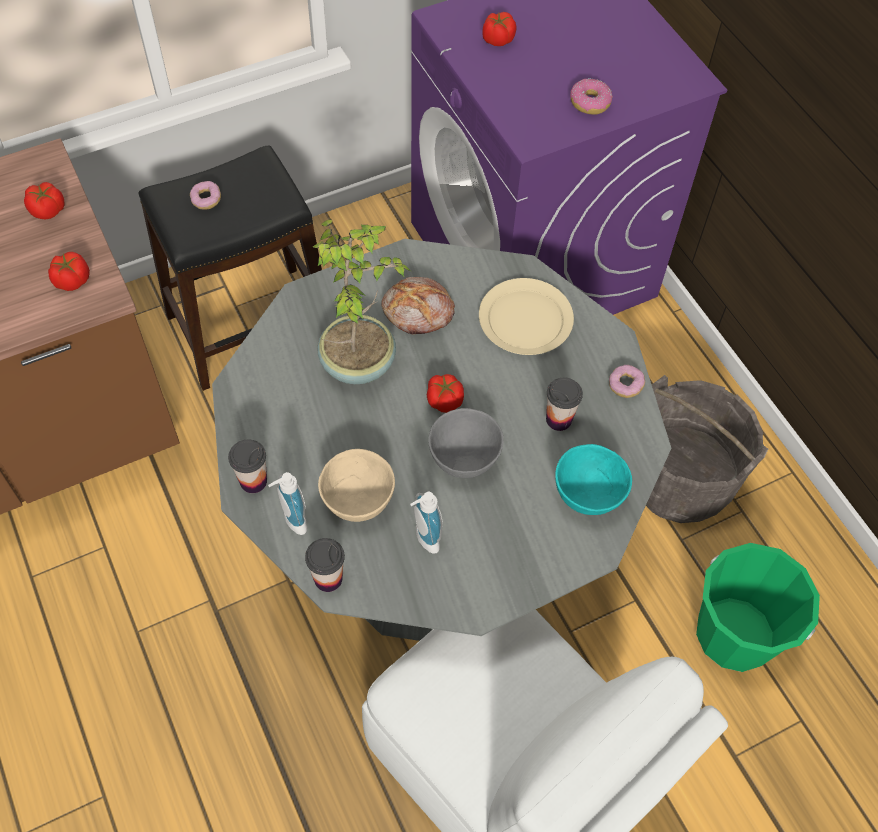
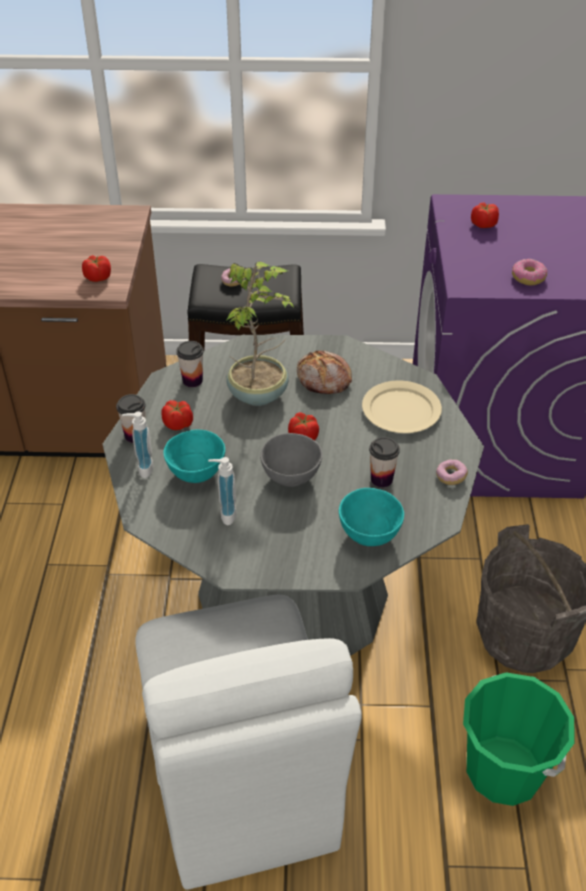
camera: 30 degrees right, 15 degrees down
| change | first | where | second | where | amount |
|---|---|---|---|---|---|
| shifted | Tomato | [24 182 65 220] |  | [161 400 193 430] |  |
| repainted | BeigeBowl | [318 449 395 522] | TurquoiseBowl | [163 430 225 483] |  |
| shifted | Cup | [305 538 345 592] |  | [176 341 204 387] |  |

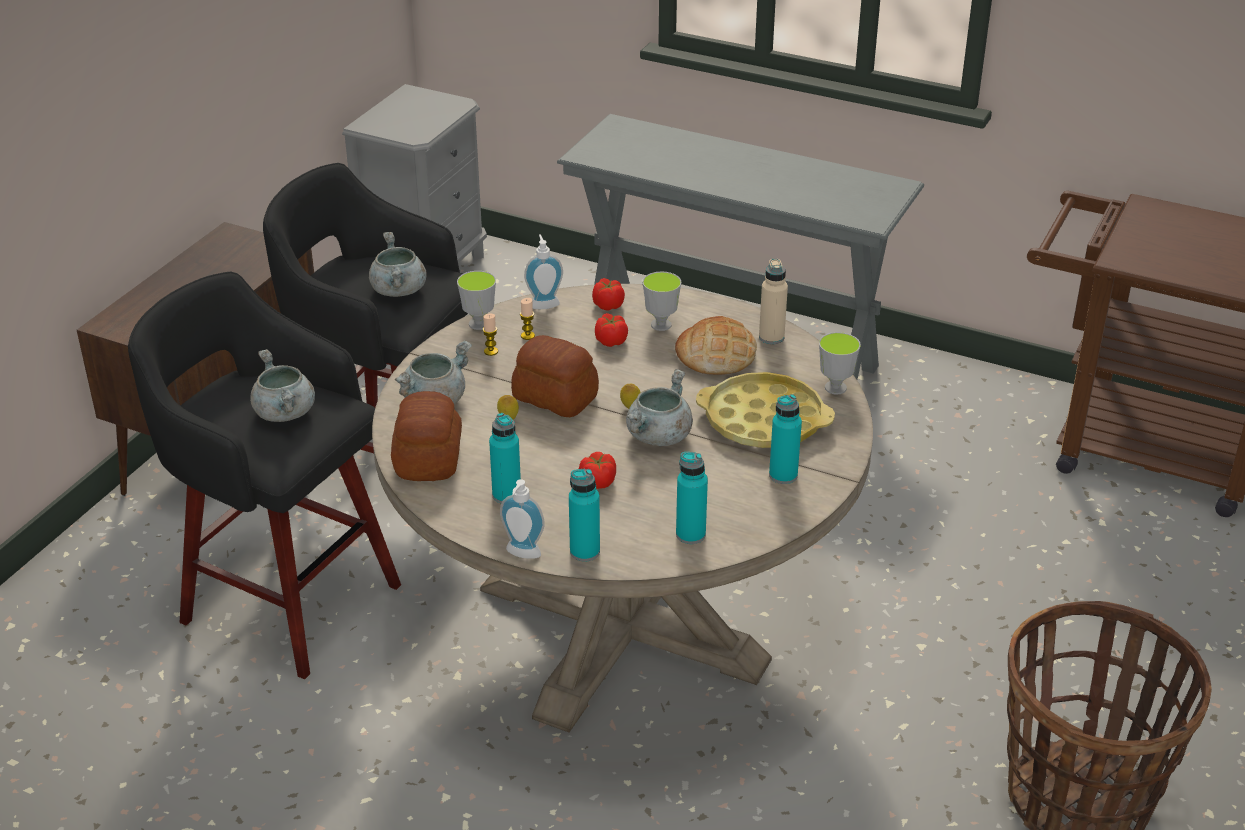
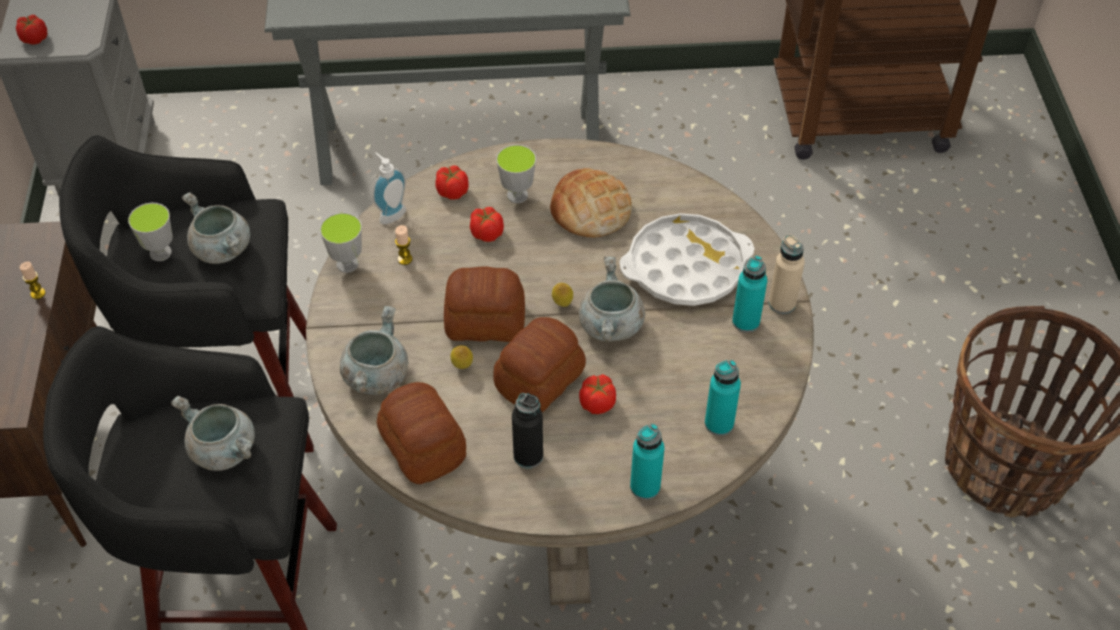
camera: 30 degrees left, 15 degrees up
| change | first | where | second | where | amount |
|---|---|---|---|---|---|
| shifted | BeigeBottle | [759 259 788 344] |  | [769 234 805 314] |  |
| shifted | Candle | [483 313 498 356] |  | [20 262 46 299] |  |
| shifted | Cup | [819 332 860 395] |  | [128 203 173 261] |  |
| repainted | YellowTray | [696 372 835 448] | WhiteTray | [620 213 754 306] |  |
| repainted | TurquoiseBottle | [489 413 521 503] | BlackBottle | [512 393 543 469] |  |
| gone | SoapDispenser | [500 479 545 559] |  |  |  |
| new |  |  | Tomato | [16 15 47 44] |  |
| new |  |  | Bread | [493 317 586 412] |  |

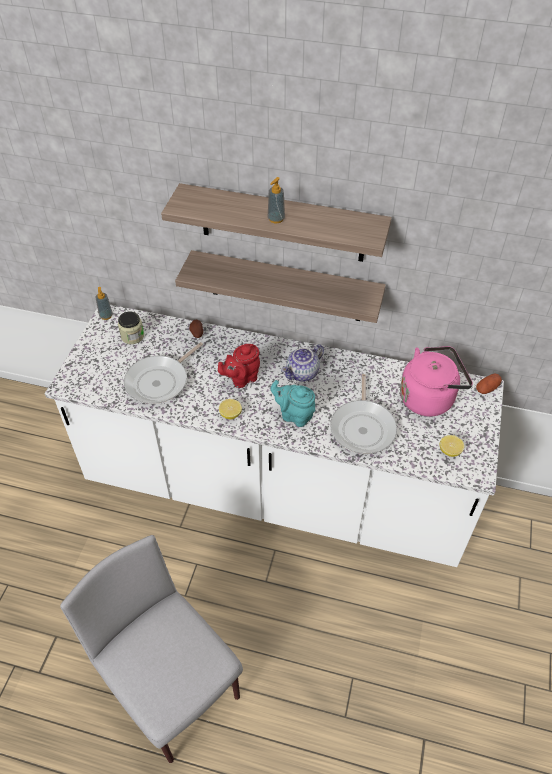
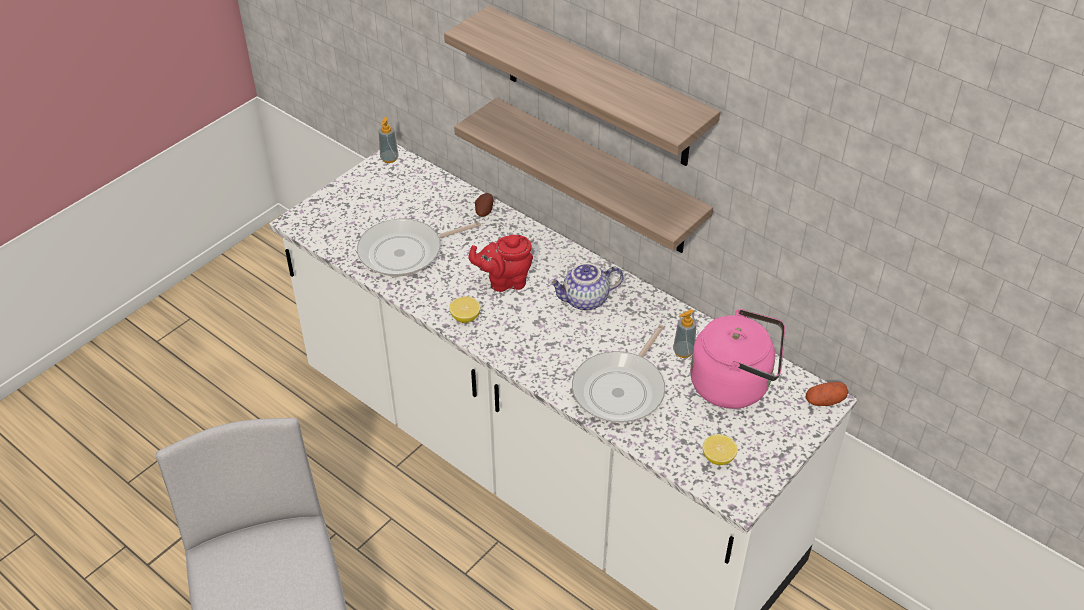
camera: 25 degrees right, 5 degrees down
| change | first | where | second | where | amount |
|---|---|---|---|---|---|
| shifted | SoapDispenser | [268 177 285 223] |  | [673 309 696 358] |  |
| gone | Jar | [118 312 144 344] |  |  |  |
| gone | TurquoiseTeapot | [270 380 316 427] |  |  |  |

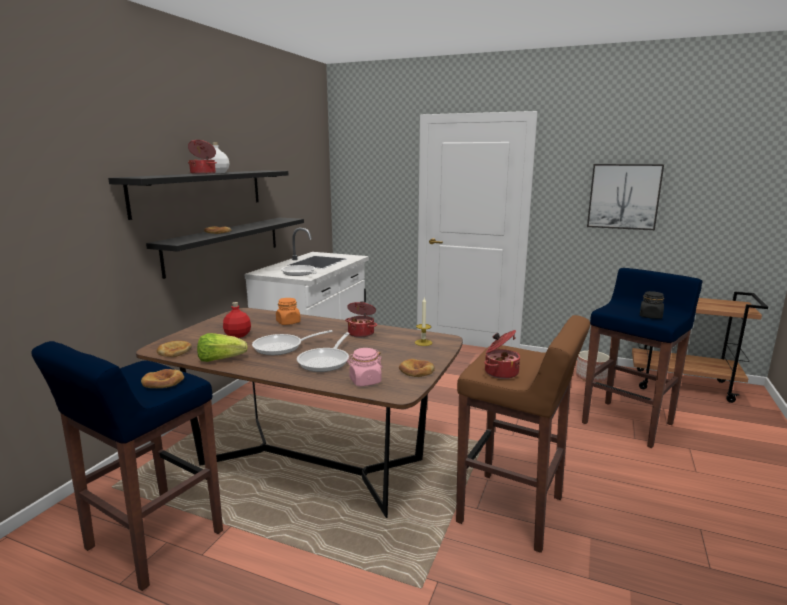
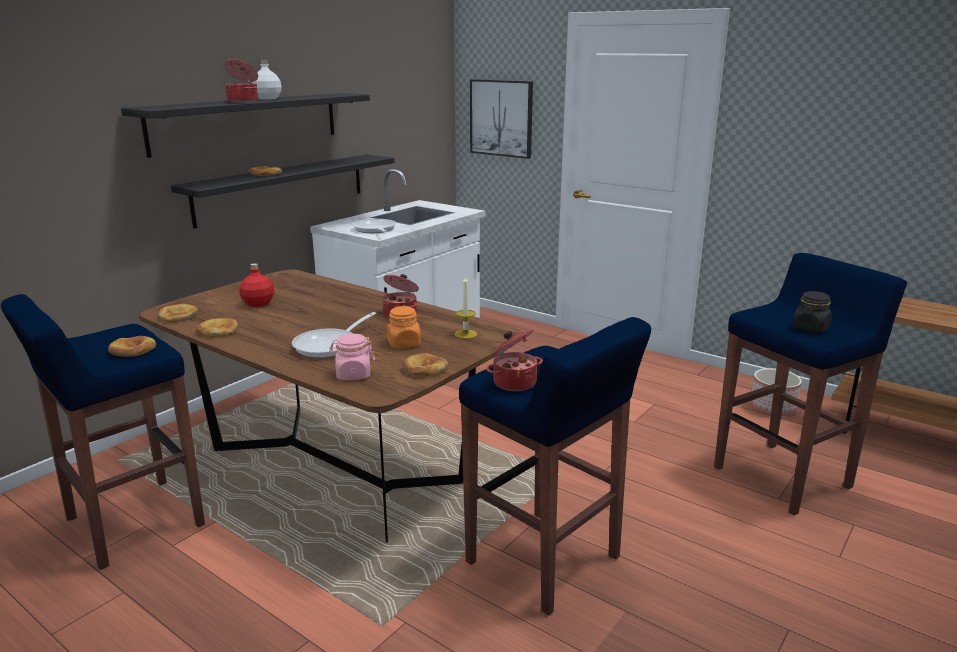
camera: 15 degrees right, 5 degrees up
| change | first | where | second | where | amount |
|---|---|---|---|---|---|
| shifted | Picture | [587 164 664 230] |  | [470 79 533 159] |  |
| shifted | OrangeJar | [276 298 301 325] |  | [387 306 421 348] |  |
| repainted | BrownStool | [456 315 590 553] | BlueStool | [459 317 651 616] |  |
| gone | FryingPan | [252 330 333 355] |  |  |  |
| swapped | Lettuce | [197 333 248 362] | Bread | [196 318 238 337] |  |

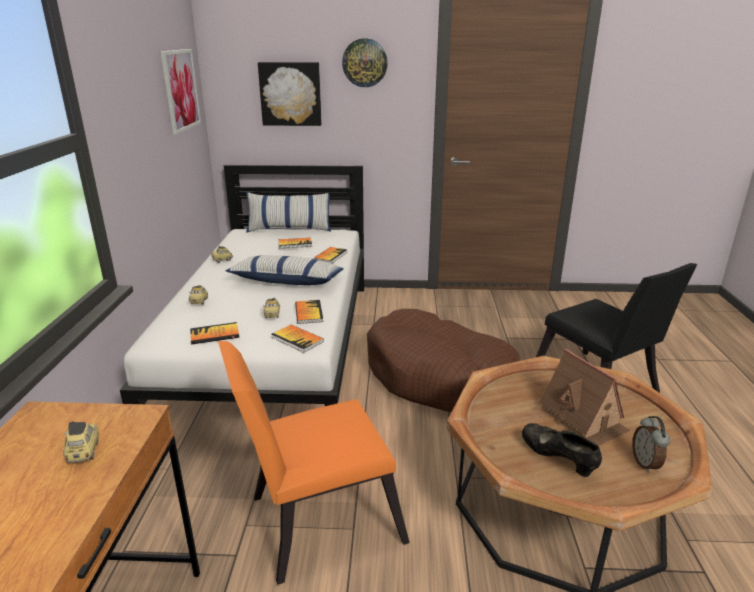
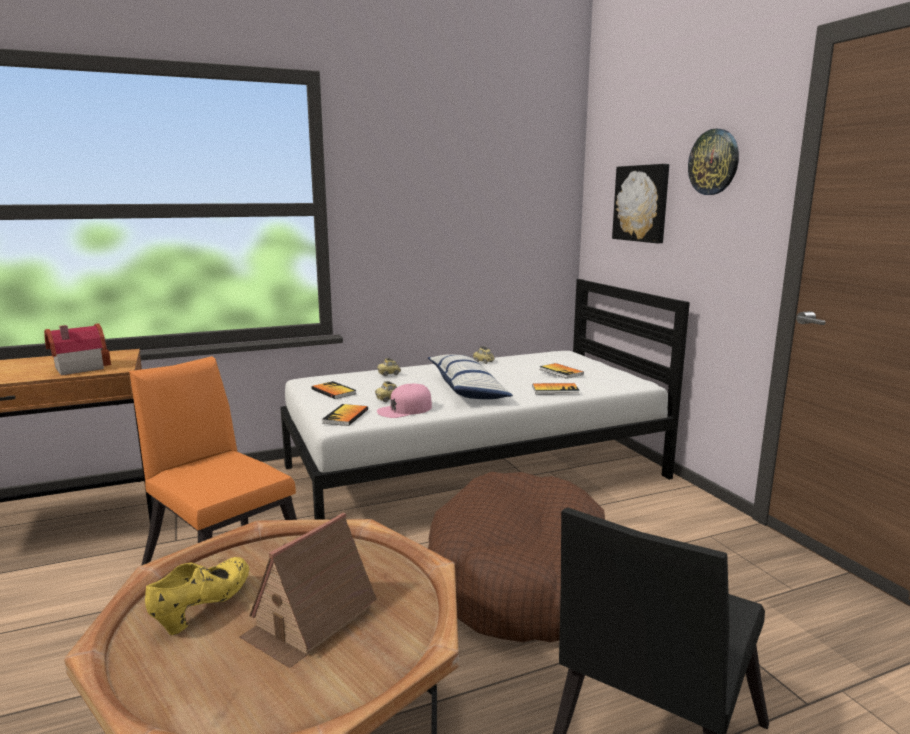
camera: 65 degrees right, 10 degrees down
| change | first | where | second | where | amount |
|---|---|---|---|---|---|
| gone | Picture | [160 49 201 134] |  |  |  |
| gone | Pillow | [246 192 331 233] |  |  |  |
| swapped | Book | [295 300 323 324] | PinkCap | [377 384 432 418] |  |
| gone | AlarmClock | [632 416 670 473] |  |  |  |
| swapped | ToyCar | [63 422 99 463] | ToyHouse | [44 323 111 376] |  |
| repainted | BlackShoe | [522 423 602 477] | YellowShoe | [145 557 249 635] |  |

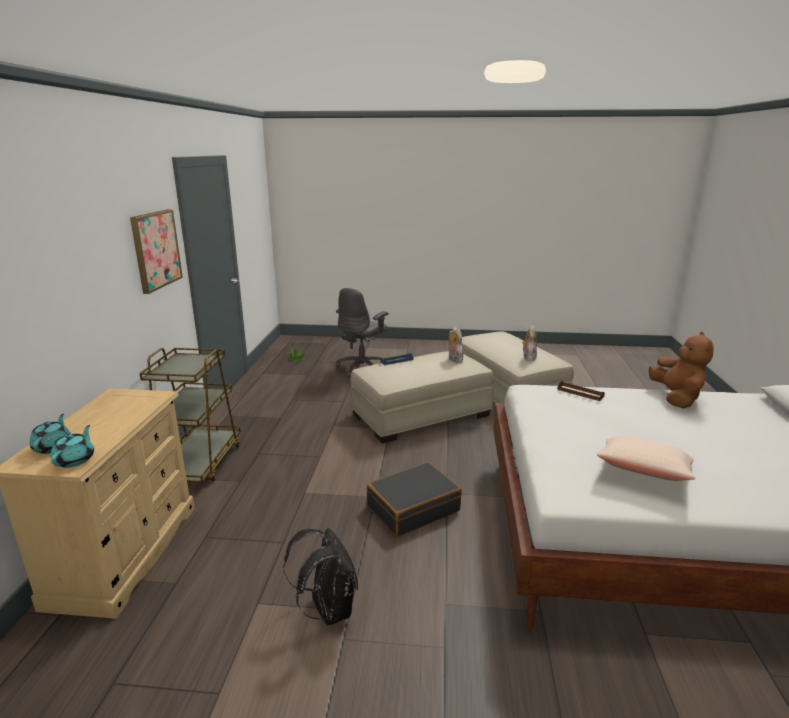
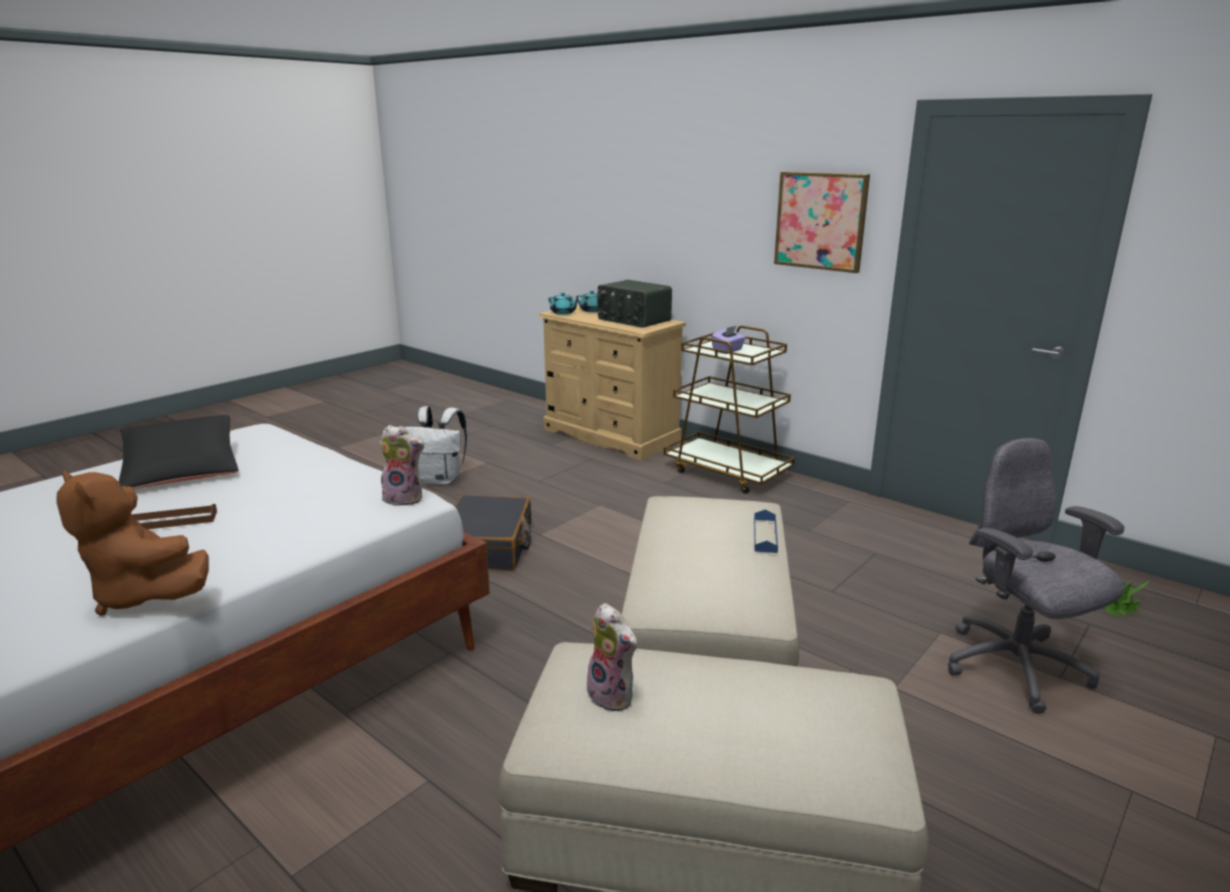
camera: 125 degrees right, 0 degrees up
| change | first | where | second | where | amount |
|---|---|---|---|---|---|
| shifted | PlushToy | [449 327 463 363] |  | [380 425 424 506] |  |
| shifted | BrownTray | [557 381 605 401] |  | [131 504 217 529] |  |
| repainted | BeigePillow | [597 436 695 481] | BlackPillow | [119 415 239 489] |  |
| repainted | BlackBackpack | [283 528 358 626] | WhiteBackpack | [404 406 467 485] |  |
| new |  |  | Radio | [597 280 672 328] |  |
| new |  |  | PurpleTissueBox | [711 325 746 354] |  |

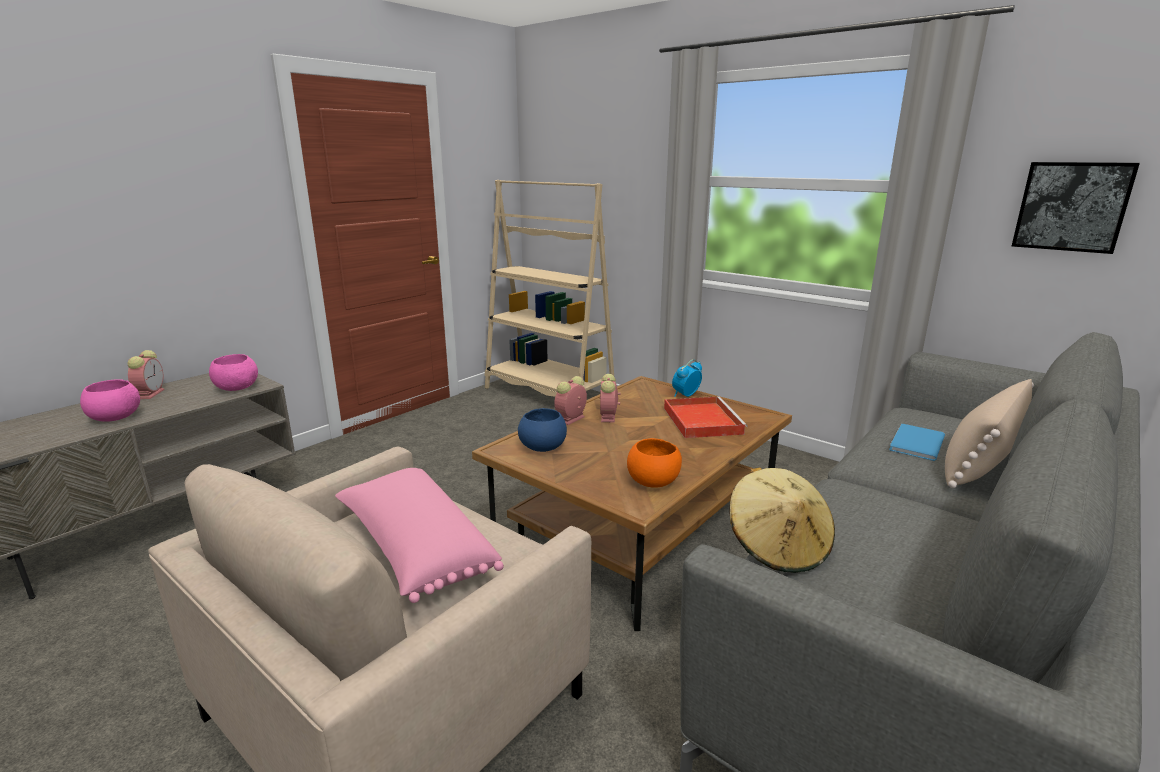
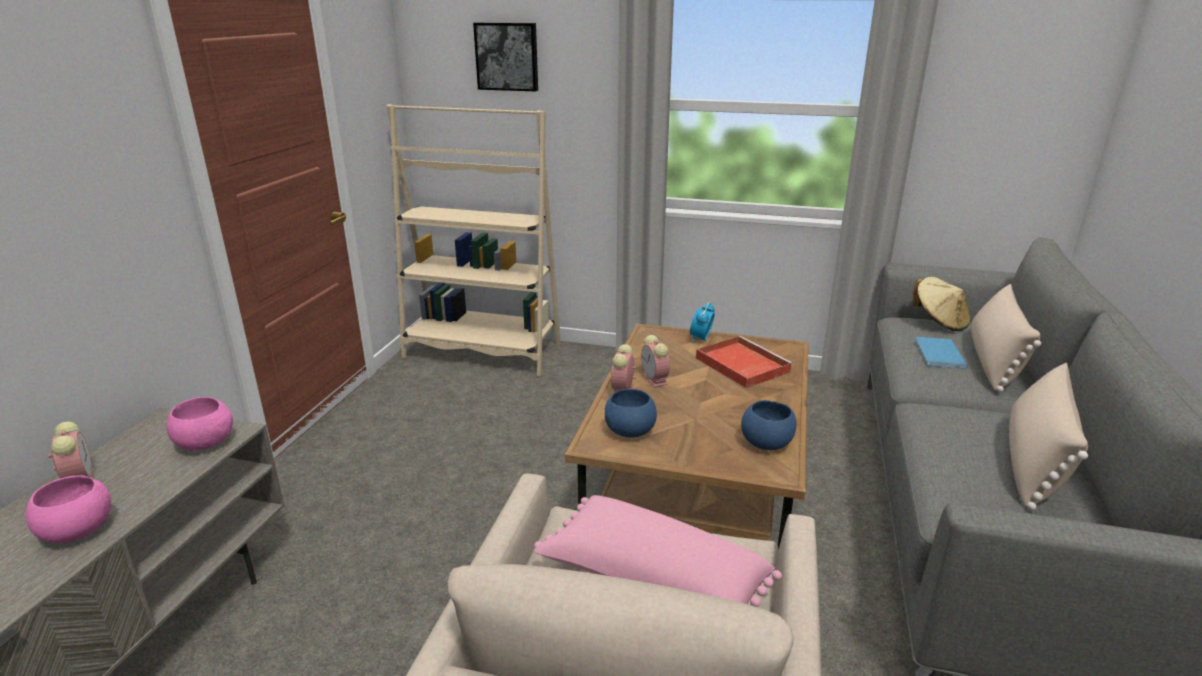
camera: 25 degrees left, 5 degrees up
| change | first | where | second | where | amount |
|---|---|---|---|---|---|
| shifted | Picture | [1012 162 1140 254] |  | [473 22 538 91] |  |
| repainted | OrangeBowl | [627 438 682 488] | BlueBowl | [741 400 796 450] |  |
| shifted | BeigeHat | [730 468 835 573] |  | [913 277 970 331] |  |
| new |  |  | BeigePillow | [1009 363 1088 510] |  |

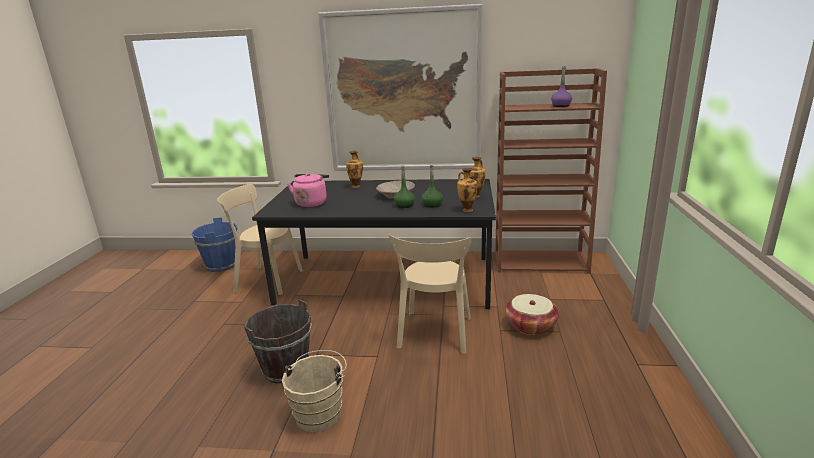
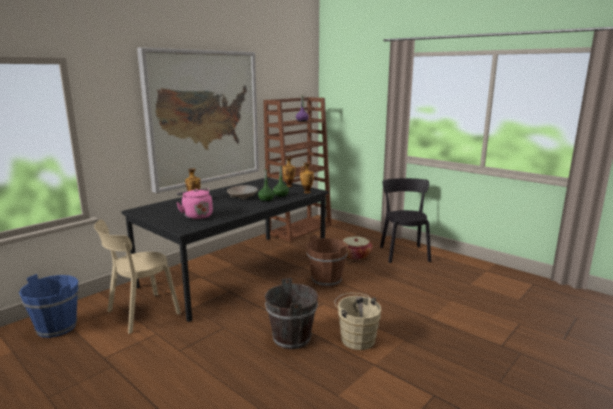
camera: 55 degrees left, 5 degrees down
| change | first | where | second | where | amount |
|---|---|---|---|---|---|
| swapped | BeigeChair | [389 234 472 354] | BrownBucket | [306 235 348 287] |  |
| new |  |  | BlackChair | [380 178 431 263] |  |

